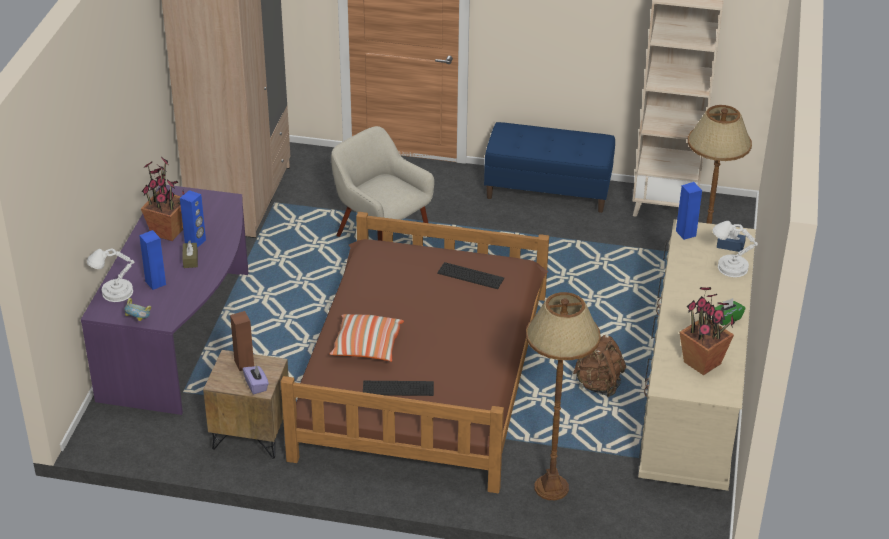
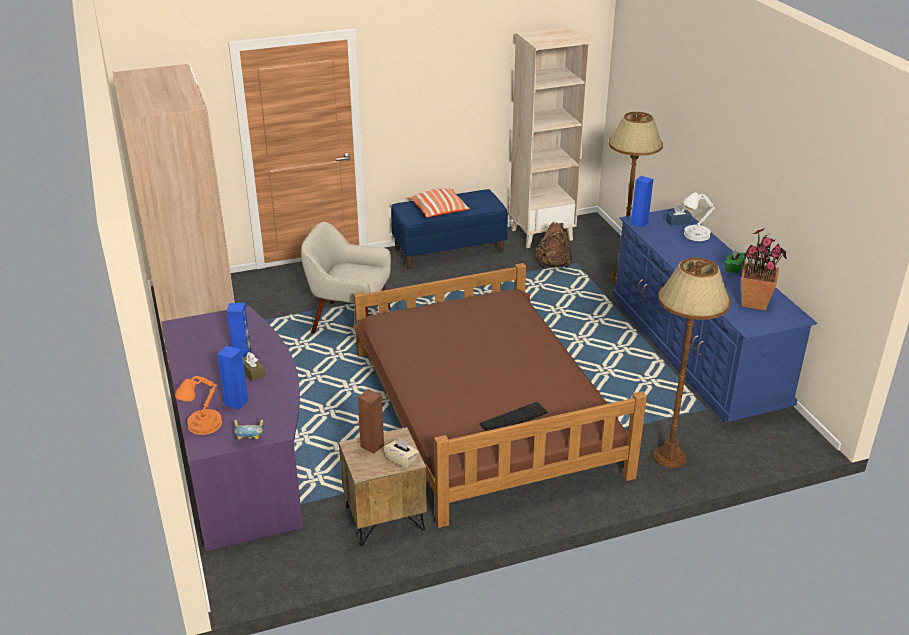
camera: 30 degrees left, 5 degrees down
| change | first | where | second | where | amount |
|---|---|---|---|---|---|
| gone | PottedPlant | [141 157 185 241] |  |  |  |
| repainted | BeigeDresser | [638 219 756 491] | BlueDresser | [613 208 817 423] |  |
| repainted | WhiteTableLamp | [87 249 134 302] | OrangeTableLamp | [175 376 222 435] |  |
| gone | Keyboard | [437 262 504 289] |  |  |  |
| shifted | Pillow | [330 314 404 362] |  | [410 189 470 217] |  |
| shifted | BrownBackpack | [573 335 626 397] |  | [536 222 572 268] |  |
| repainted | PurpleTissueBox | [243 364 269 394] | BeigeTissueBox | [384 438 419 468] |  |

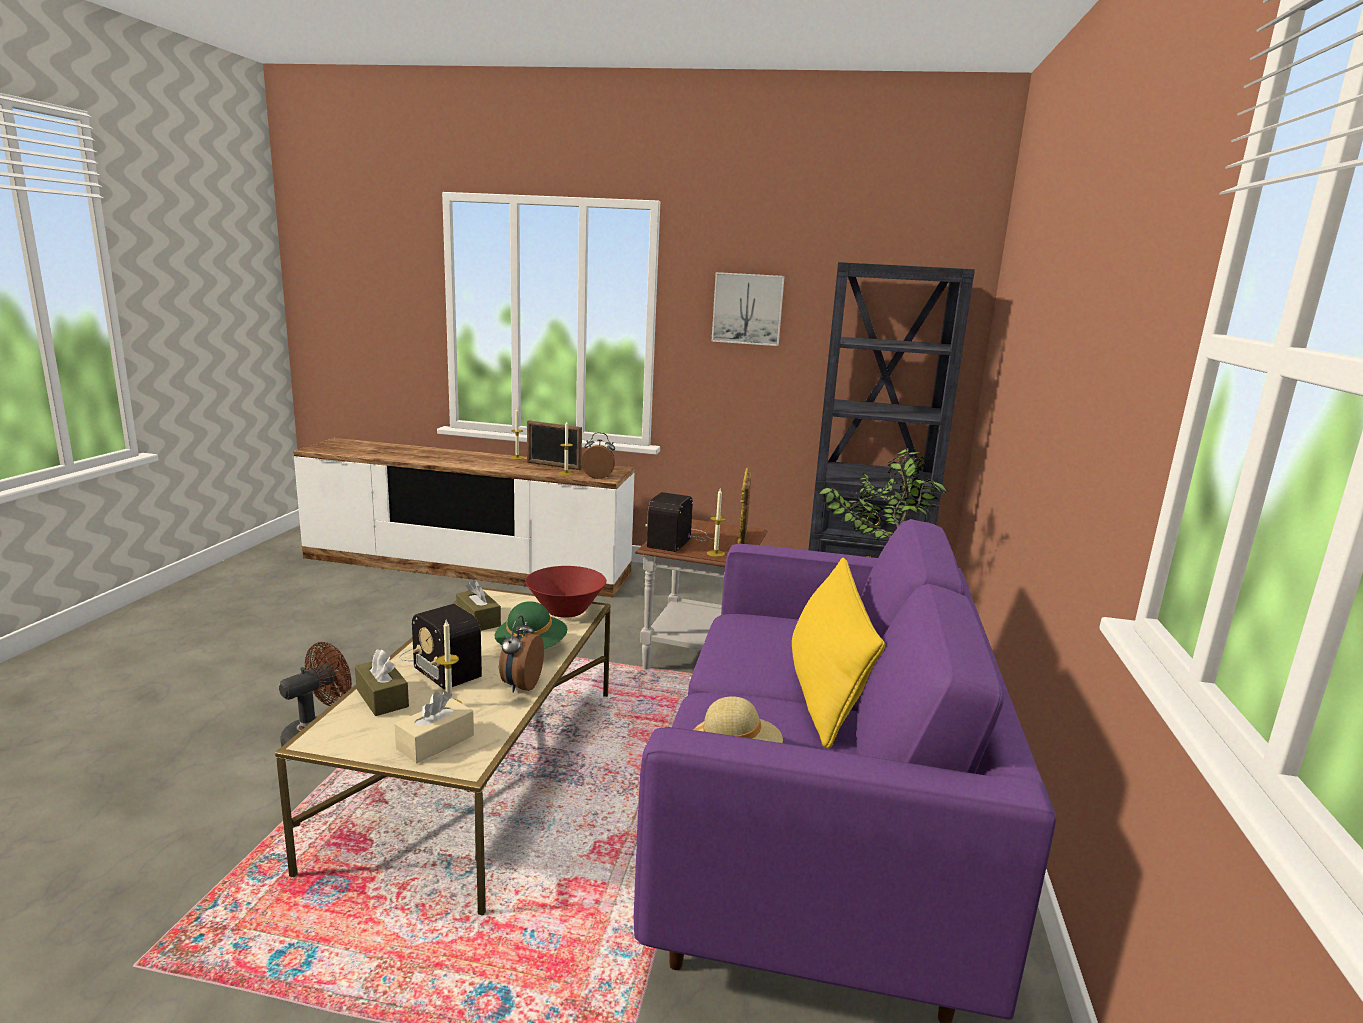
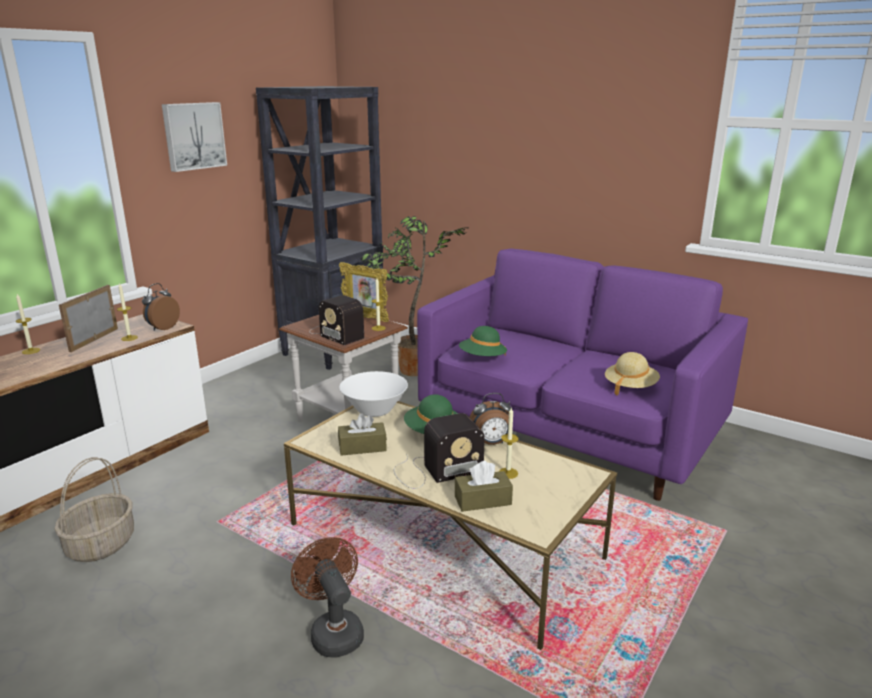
camera: 65 degrees left, 5 degrees up
| change | first | where | second | where | amount |
|---|---|---|---|---|---|
| rotated | PictureFrame | [527 420 582 470] |  | [59 285 118 352] | 150 degrees clockwise |
| gone | YellowPillow | [792 558 885 749] |  |  |  |
| repainted | RedBowl | [525 566 606 618] | WhiteBowl | [339 371 408 417] |  |
| rotated | AlarmClock | [499 615 544 693] |  | [470 393 511 445] | 45 degrees counterclockwise |
| gone | BeigeTissueBox | [395 691 474 763] |  |  |  |
| new |  |  | GreenHat | [459 326 507 356] |  |
| new |  |  | Basket | [54 457 134 562] |  |

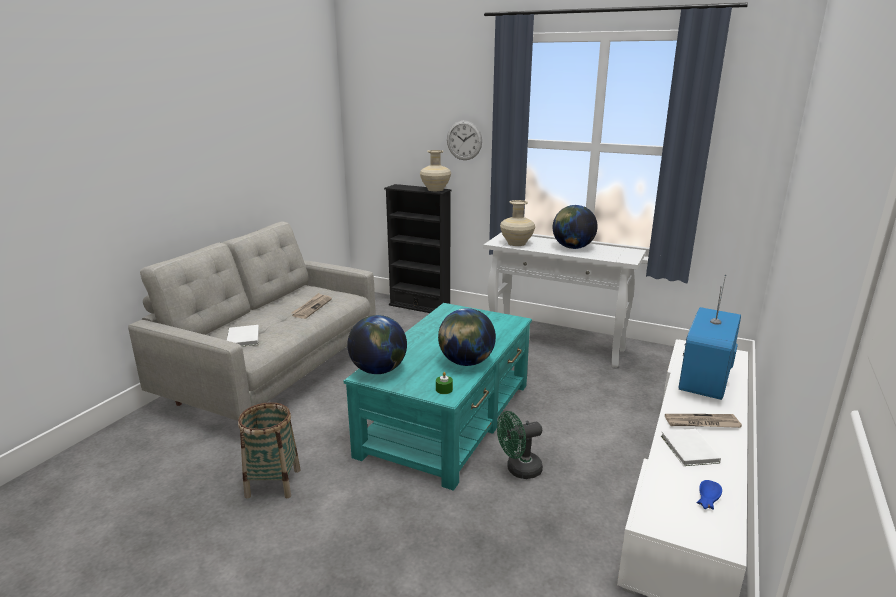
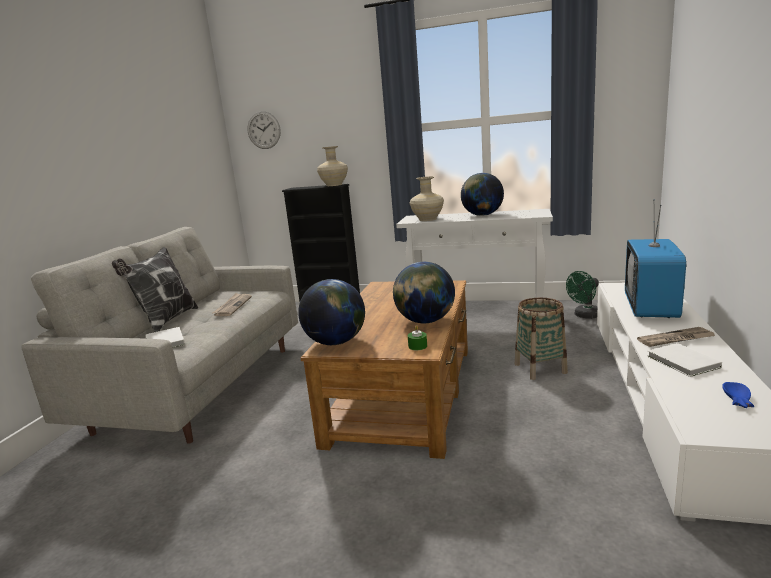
camera: 10 degrees left, 5 degrees down
| change | first | where | second | where | amount |
|---|---|---|---|---|---|
| shifted | WallClock | [447 120 482 160] |  | [247 111 281 149] |  |
| repainted | TurquoiseCoffeeTable | [344 303 532 491] | BrownCoffeeTable | [301 280 468 459] |  |
| shifted | Basket | [238 402 301 498] |  | [515 298 568 380] |  |
| shifted | GreenFan | [497 411 543 479] |  | [566 271 599 319] |  |
| new |  |  | Pillow | [112 247 198 332] |  |

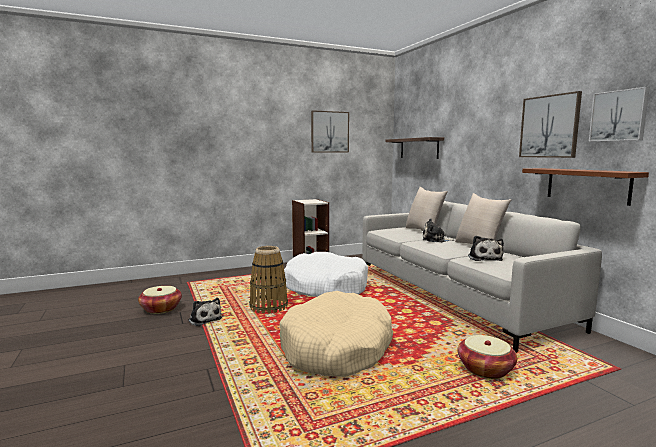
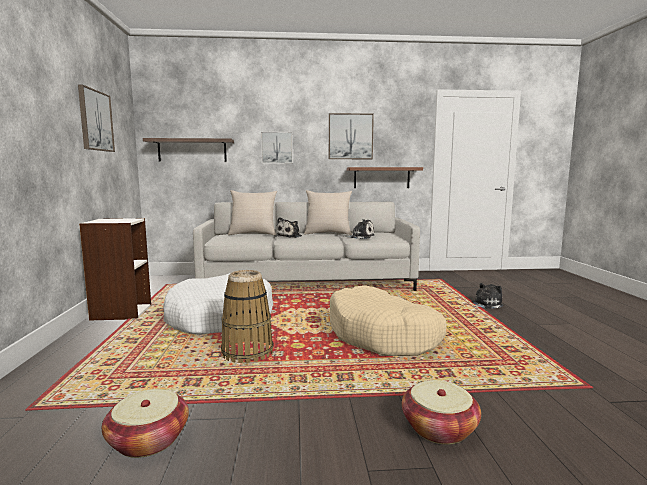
camera: 70 degrees left, 0 degrees up
| change | first | where | second | where | amount |
|---|---|---|---|---|---|
| shifted | Picture | [589 87 650 142] |  | [261 132 293 164] |  |
| shifted | PlushToy | [188 298 222 326] |  | [472 283 504 309] |  |
| shifted | Basket | [457 335 517 379] |  | [402 380 481 445] |  |

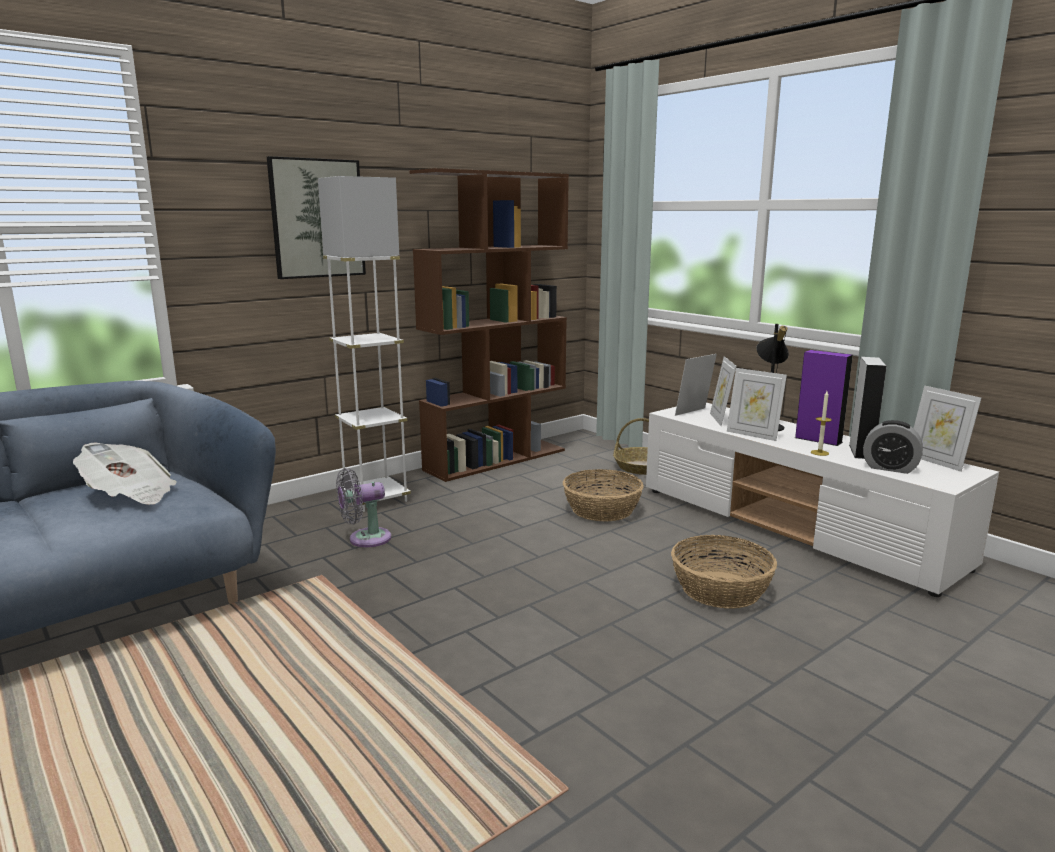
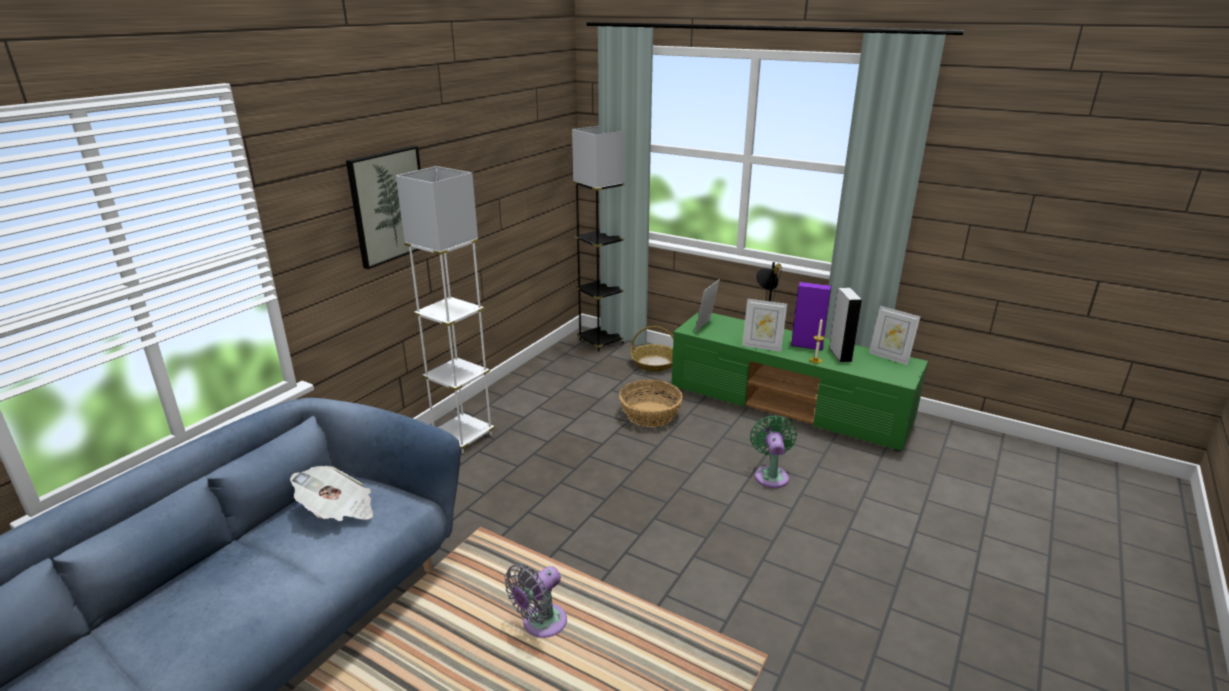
camera: 20 degrees left, 10 degrees up
| change | first | where | second | where | amount |
|---|---|---|---|---|---|
| gone | BrownBookcase | [409 168 569 482] |  |  |  |
| gone | PictureFrame | [710 356 736 426] |  |  |  |
| repainted | WhiteTvStand | [646 403 999 597] | GreenTvStand | [672 312 928 452] |  |
| gone | AlarmClock | [863 420 923 474] |  |  |  |
| shifted | GreyFan | [336 468 391 547] |  | [505 564 567 638] |  |
| swapped | Basket | [671 535 777 609] | GreenFan | [750 415 797 488] |  |
| new |  |  | GreyFloorLamp | [572 126 624 352] |  |

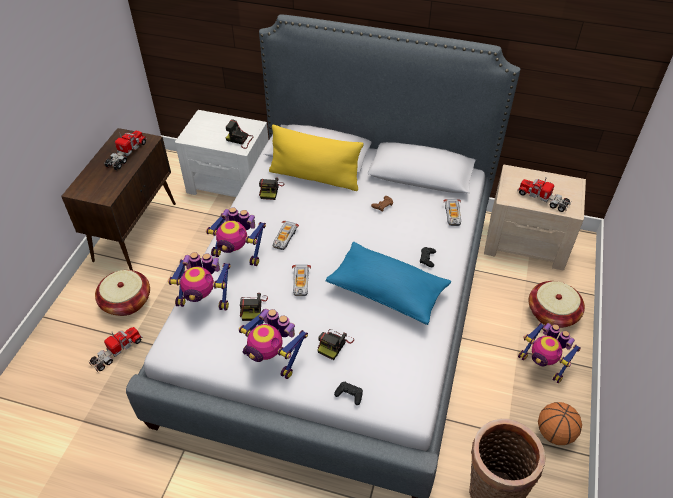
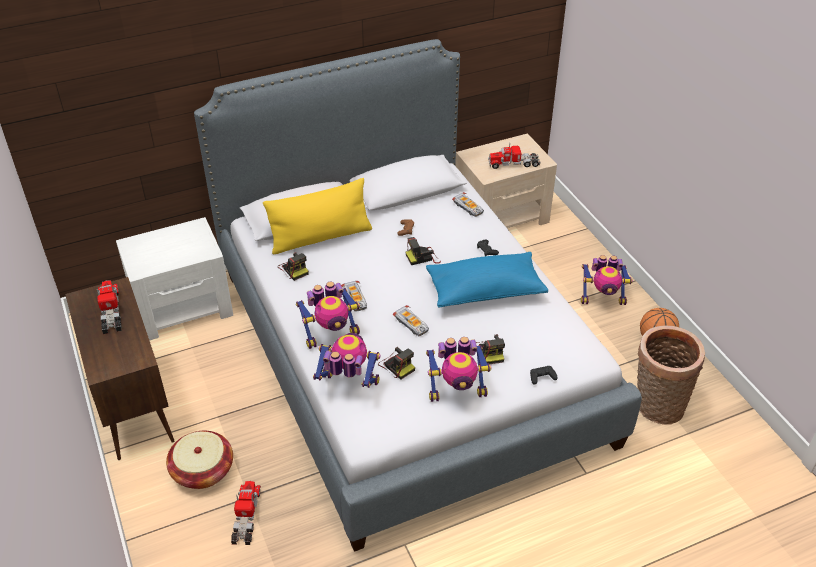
camera: 40 degrees left, 5 degrees down
| change | first | where | second | where | amount |
|---|---|---|---|---|---|
| shifted | PhotoCamera | [226 119 253 149] |  | [406 237 441 265] |  |
| rotated | ToyRobot | [168 252 231 310] |  | [313 333 381 388] | 135 degrees counterclockwise |
| gone | Basket | [529 281 585 328] |  |  |  |

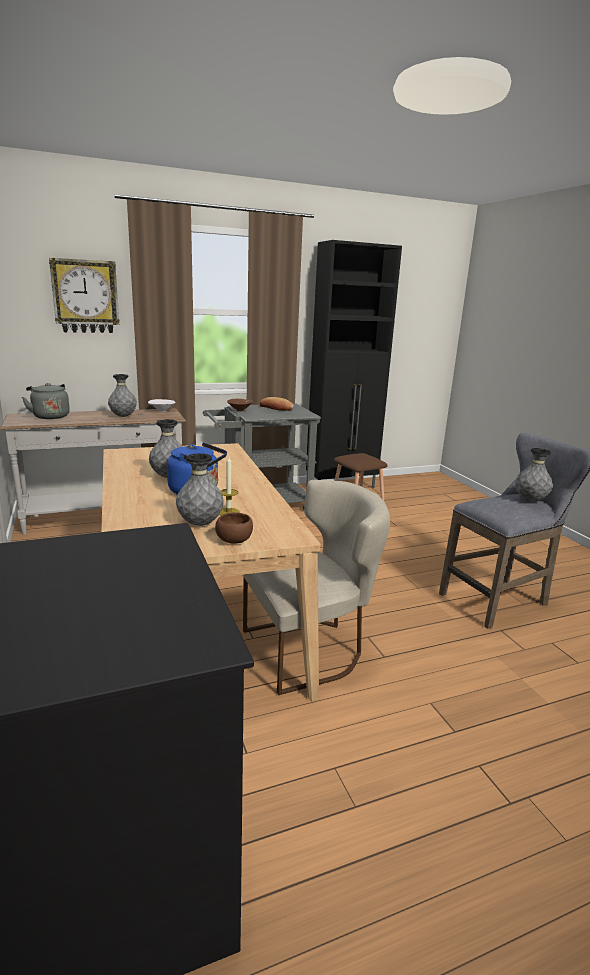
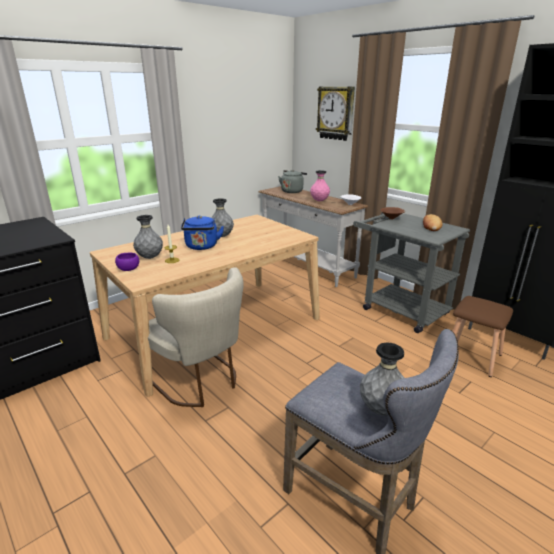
camera: 70 degrees right, 5 degrees up
| change | first | where | second | where | amount |
|---|---|---|---|---|---|
| repainted | GreyVase | [108 374 137 417] | PinkVase | [310 170 330 201] |  |
| repainted | BrownBowl | [215 512 253 544] | PurpleBowl | [115 253 139 271] |  |

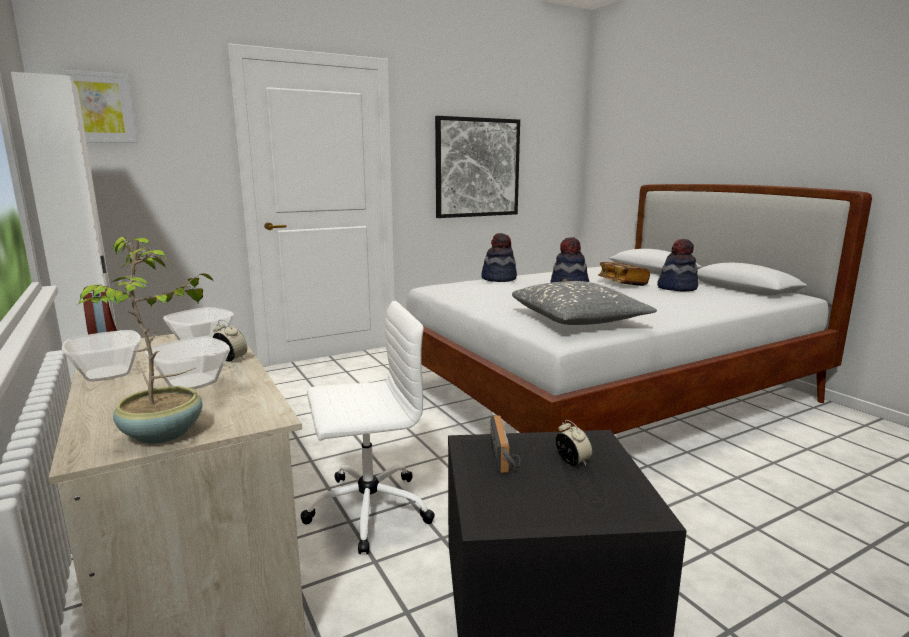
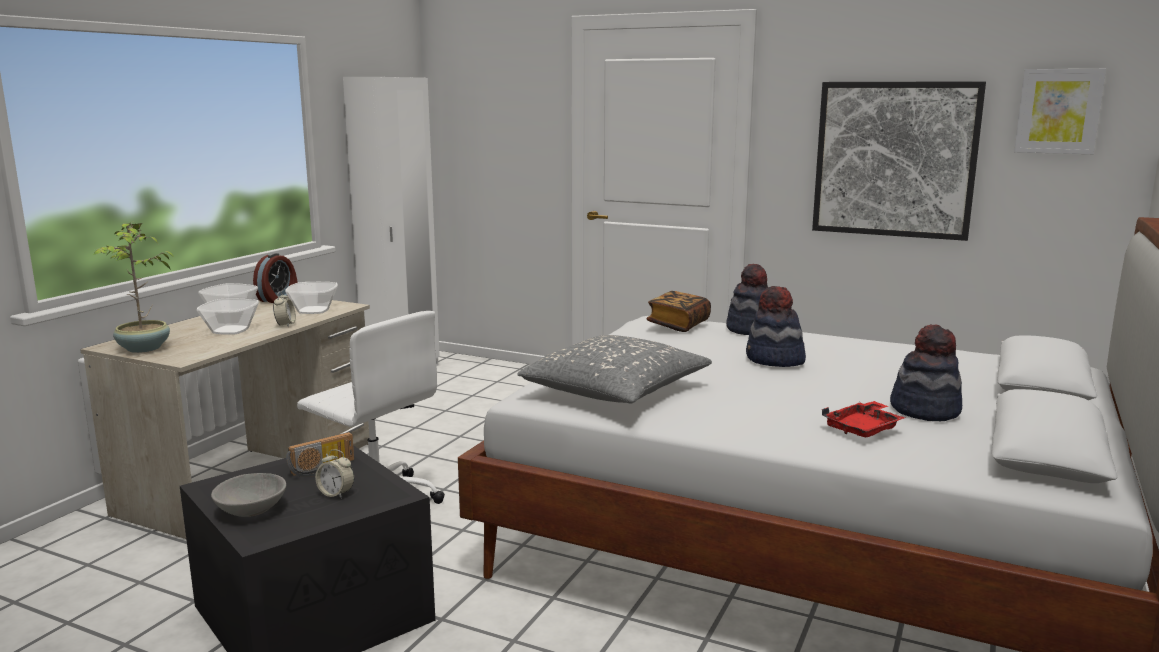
camera: 55 degrees right, 0 degrees up
| change | first | where | second | where | amount |
|---|---|---|---|---|---|
| shifted | Picture | [59 70 137 143] |  | [1014 69 1106 154] |  |
| shifted | Book | [598 262 650 286] |  | [646 291 711 332] |  |
| rotated | AlarmClock | [556 420 592 466] |  | [315 449 354 499] | 90 degrees clockwise |
| new |  |  | RedTray | [822 401 905 437] |  |
| new |  |  | GreyBowl | [211 473 286 517] |  |

